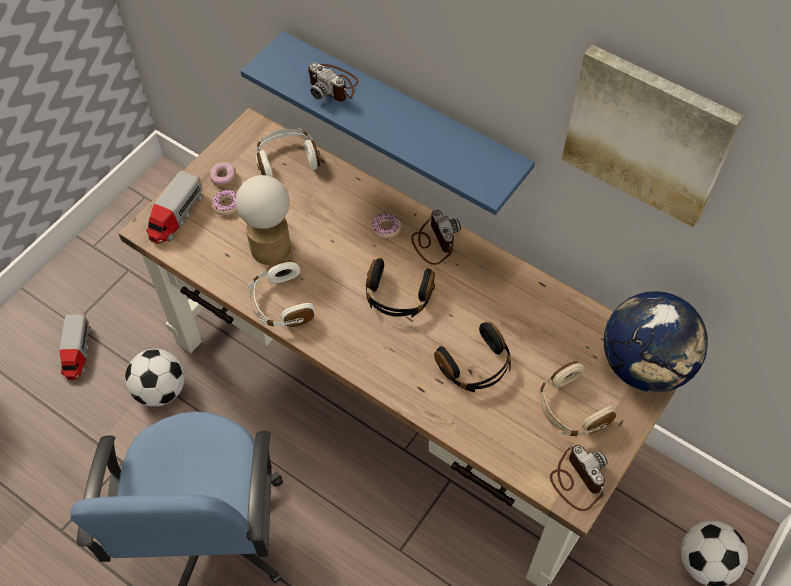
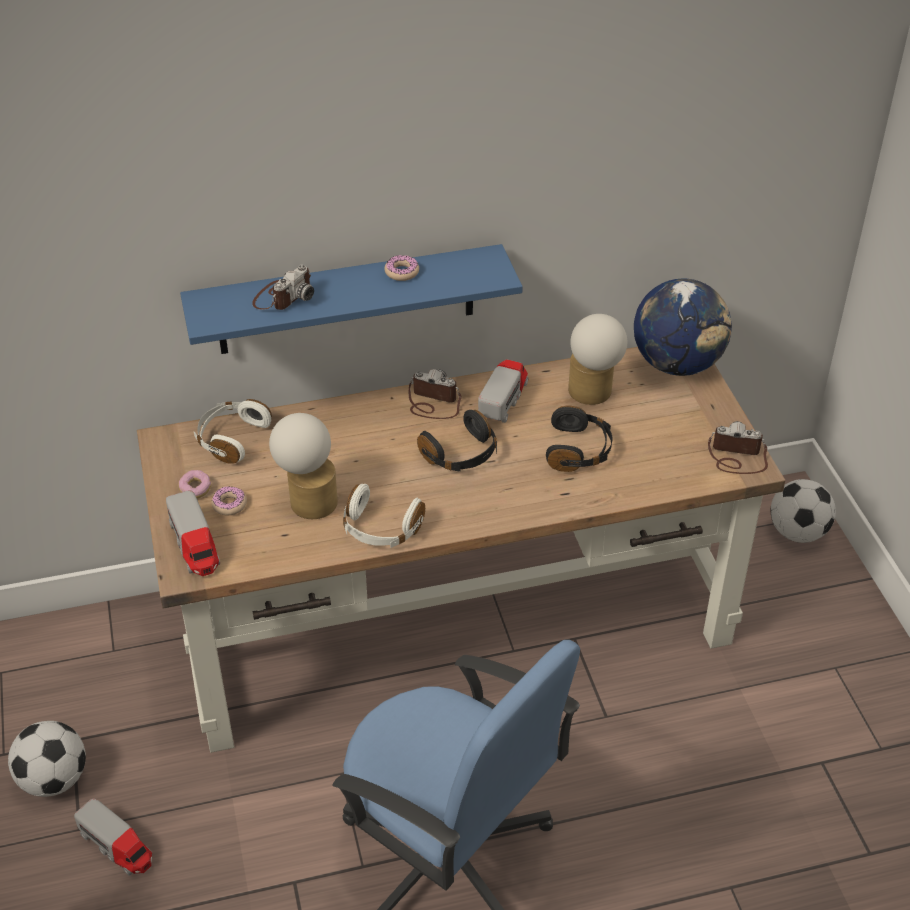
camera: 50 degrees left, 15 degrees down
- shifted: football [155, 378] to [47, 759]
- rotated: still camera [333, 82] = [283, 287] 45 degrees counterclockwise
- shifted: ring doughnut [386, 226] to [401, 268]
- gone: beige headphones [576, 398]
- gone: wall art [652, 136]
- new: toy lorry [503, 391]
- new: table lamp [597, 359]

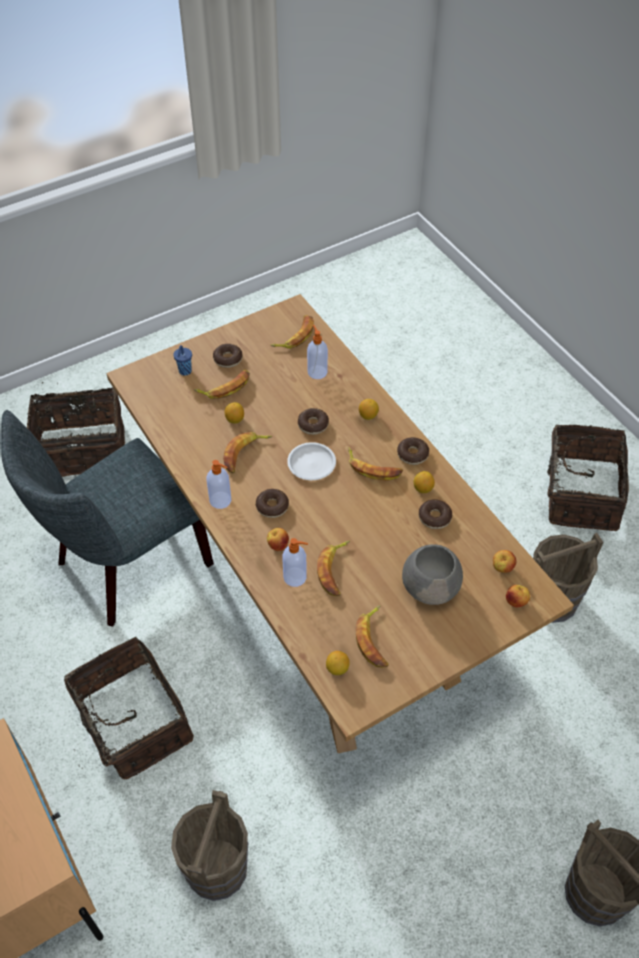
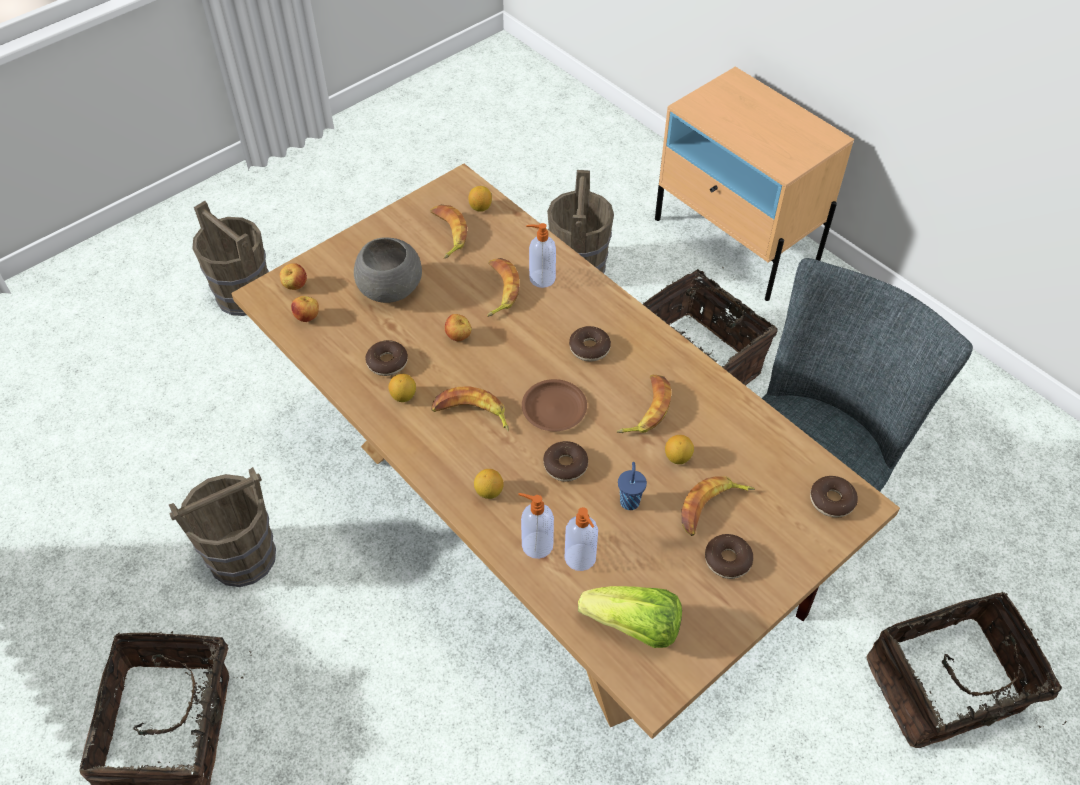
camera: 170 degrees right, 0 degrees up
- shifted: blue drinking cup [183, 360] to [632, 486]
- shifted: soap dispenser [218, 484] to [536, 526]
- shifted: whole apple [278, 539] to [458, 327]
- swapped: whole banana [292, 332] to lettuce head [630, 617]
- repainted: white plate [311, 461] to brown plate [554, 405]
- shifted: ring doughnut [413, 451] to [834, 497]

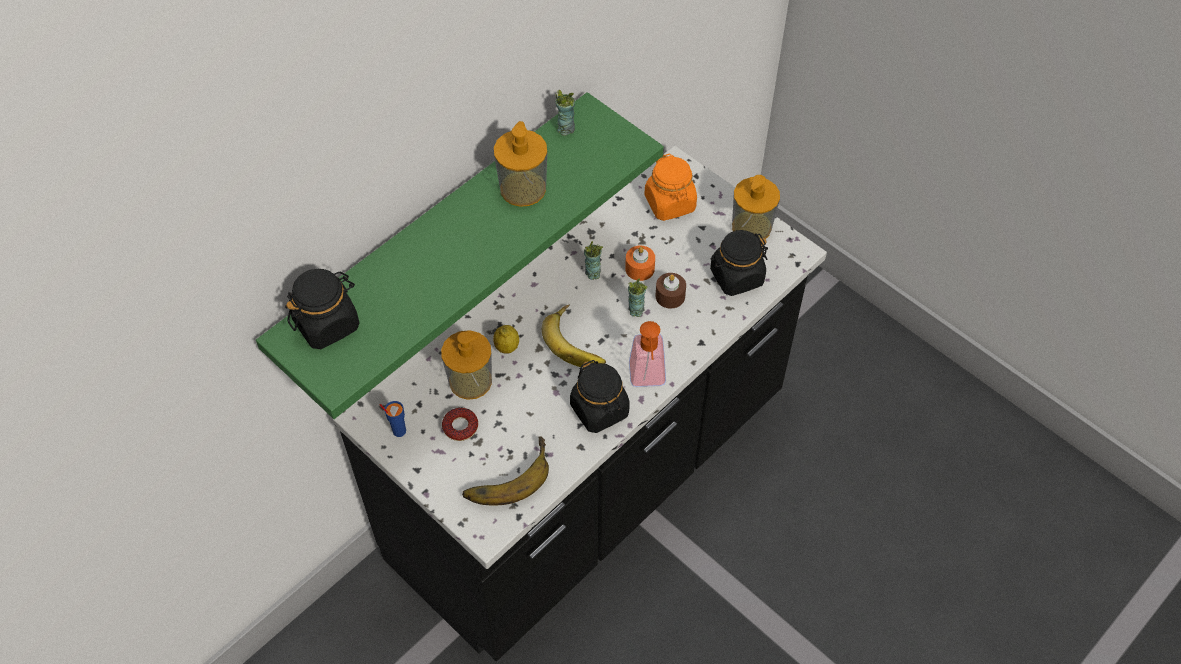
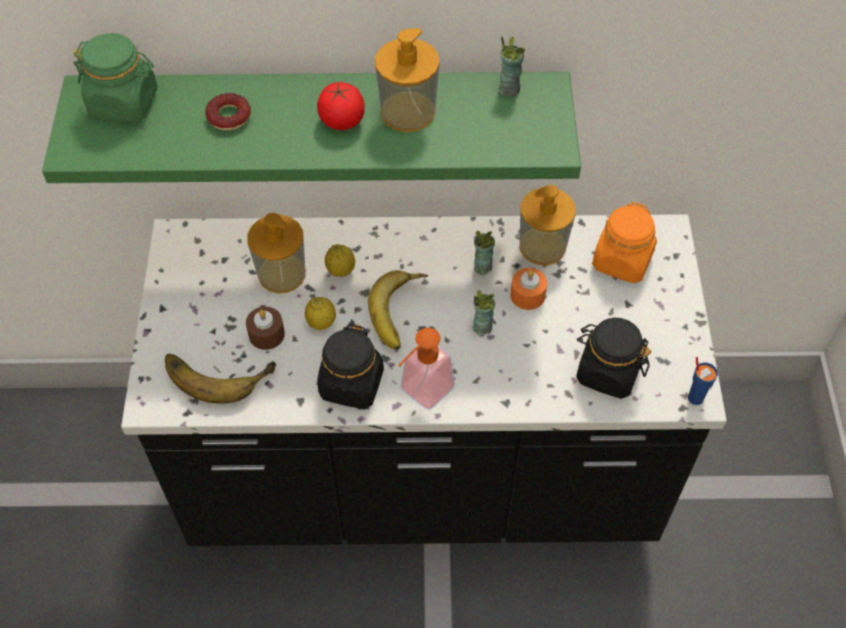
camera: 45 degrees right, 0 degrees up
- repainted: black-coloured jar [322, 309] to green jar [115, 78]
- shifted: blue drinking cup [393, 419] to [703, 381]
- shifted: ring doughnut [460, 424] to [228, 112]
- shifted: brown wax candle [671, 290] to [265, 328]
- shifted: soap dispenser [756, 207] to [547, 225]
- new: citrus fruit [320, 313]
- new: whole tomato [341, 106]

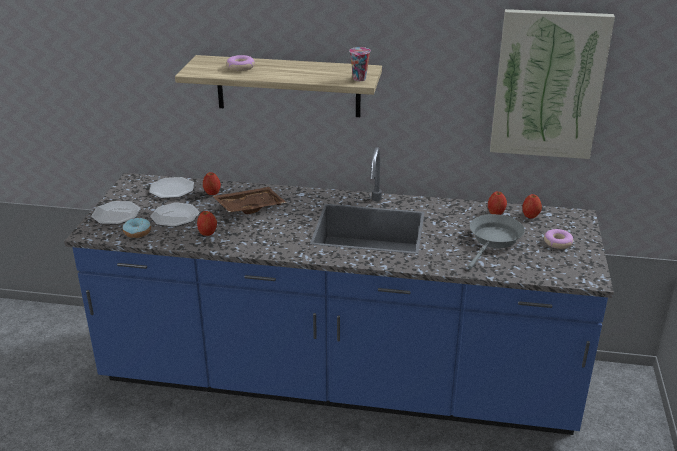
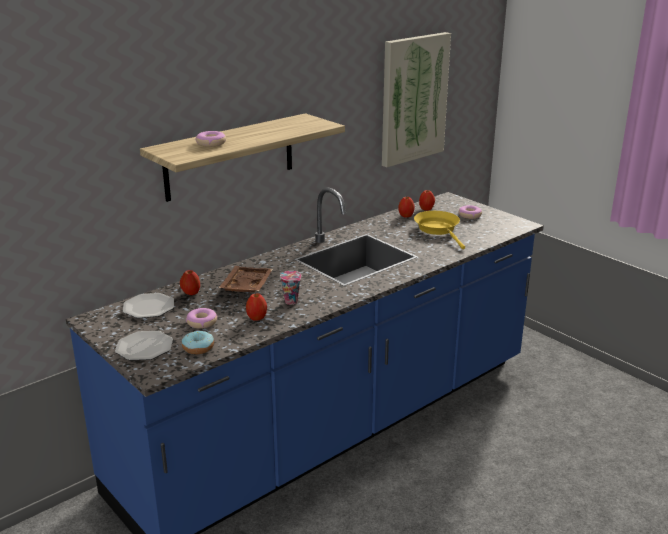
camera: 50 degrees left, 5 degrees down
- swapped: plate [174, 214] to ring doughnut [202, 318]
- shifted: drinking cup [360, 64] to [290, 288]
- repainted: gray pan [496, 241] to yellow pan [439, 230]

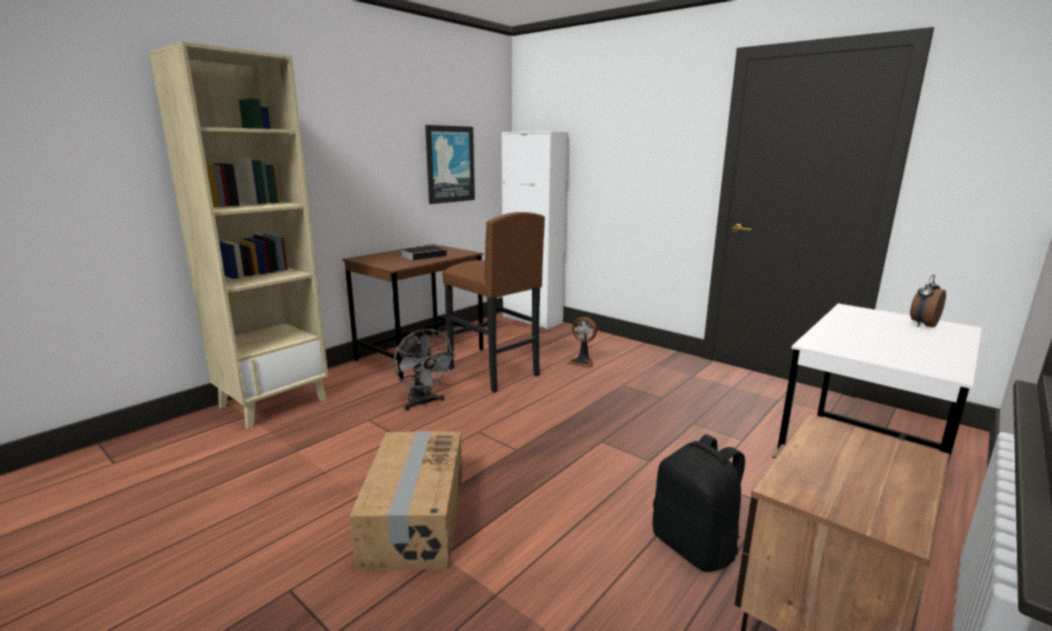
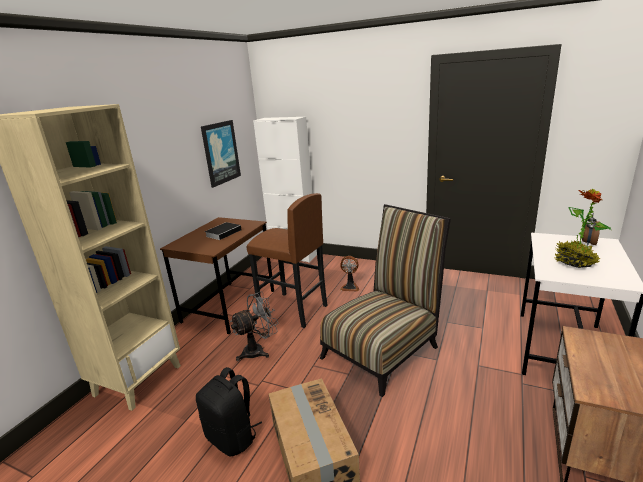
camera: 15 degrees left, 5 degrees up
- rotated: gray fan [425, 369] = [254, 326] 75 degrees counterclockwise
- shifted: black-coloured knapsack [699, 503] to [229, 411]
- new: chair [385, 300]
- new: plant in a pot [582, 228]

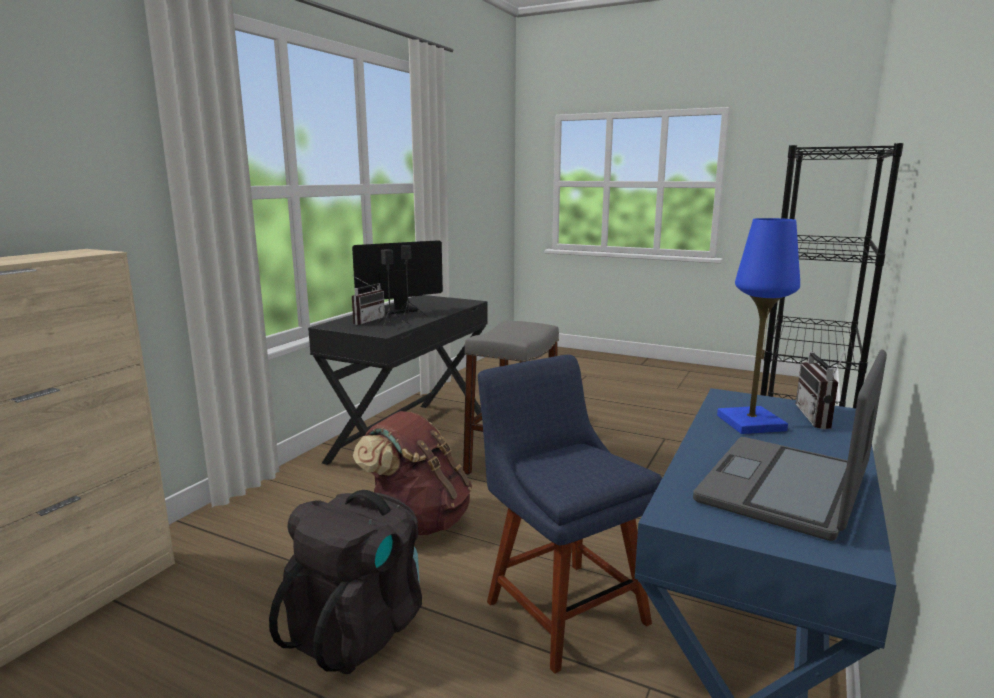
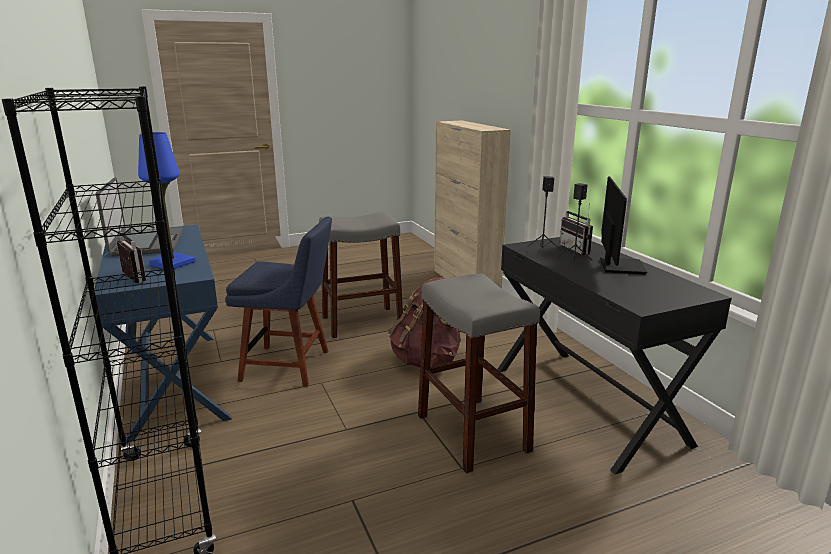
camera: 130 degrees right, 5 degrees up
- swapped: black-coloured knapsack [345, 582] to gray stool [361, 275]

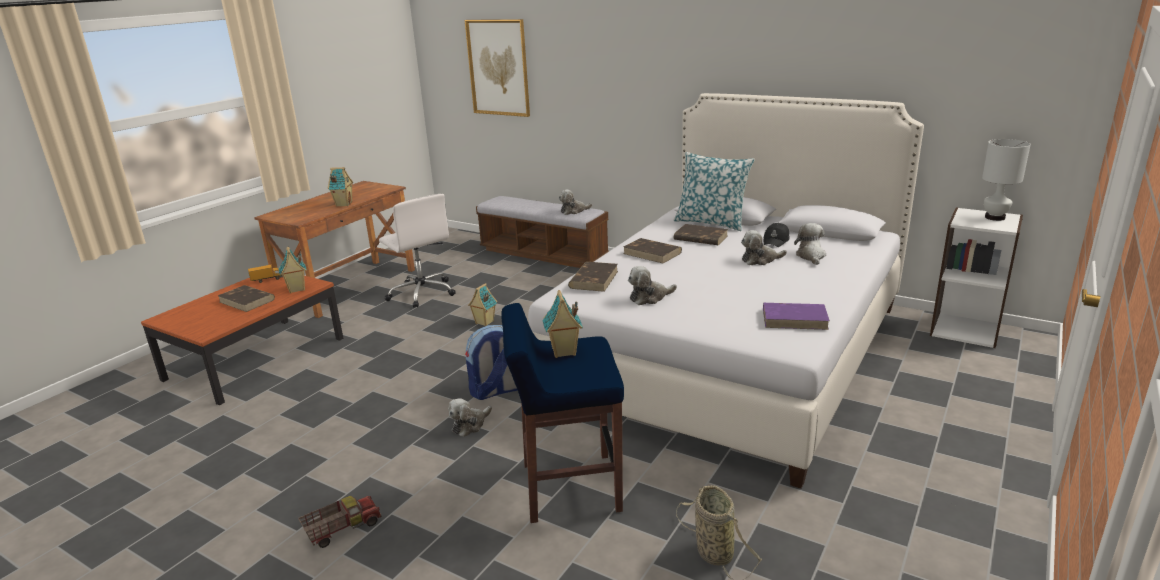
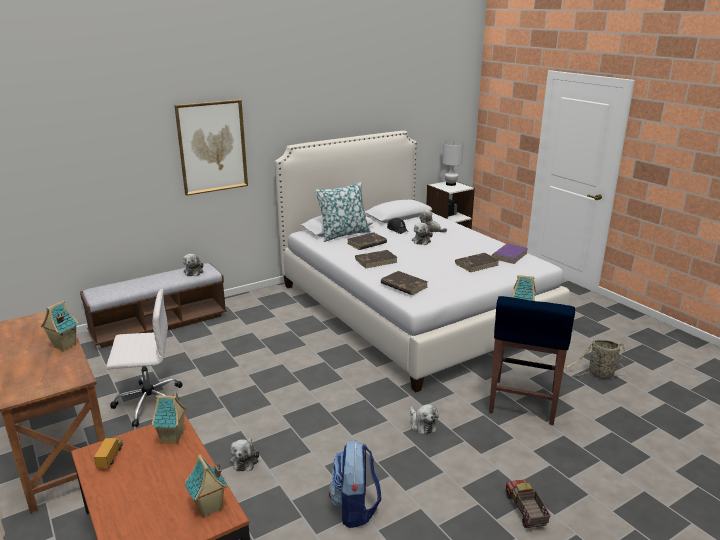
camera: 65 degrees left, 0 degrees up
- shifted: brown volume [246, 298] to [477, 262]
- shifted: wall art [497, 68] to [211, 148]
- shifted: knapsack [491, 362] to [355, 483]
- shifted: toy house [482, 304] to [206, 486]
- shifted: plush toy [652, 285] to [244, 454]

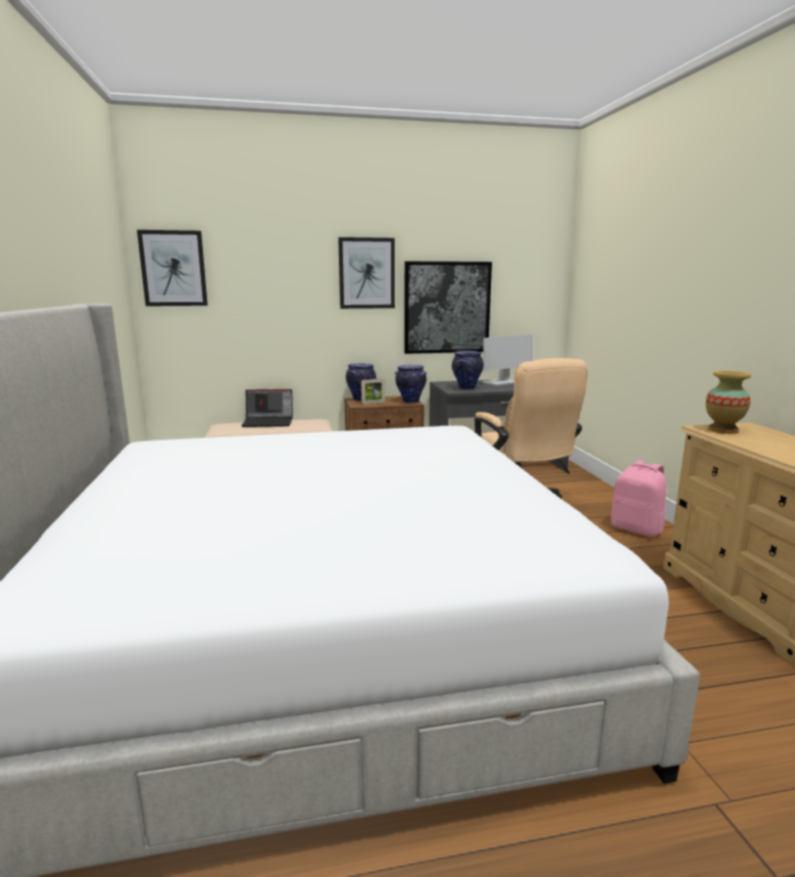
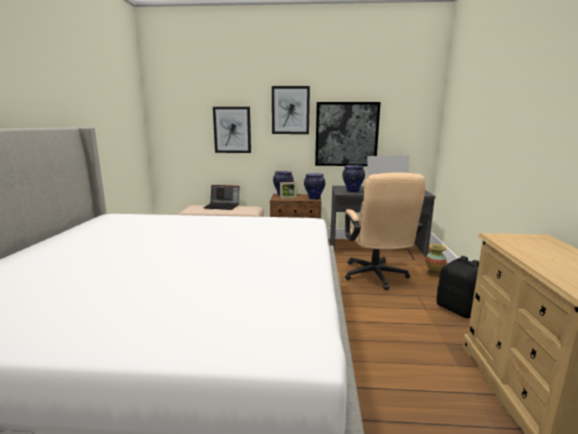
camera: 15 degrees right, 0 degrees up
- shifted: wall art [172, 268] to [232, 130]
- repainted: pink knapsack [638, 498] to black-coloured knapsack [458, 287]
- shifted: vase [728, 402] to [435, 260]

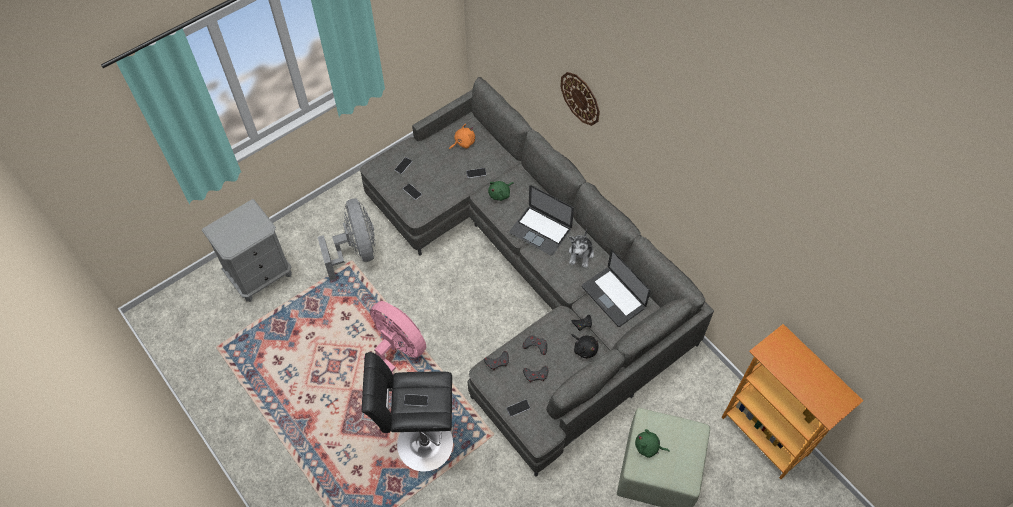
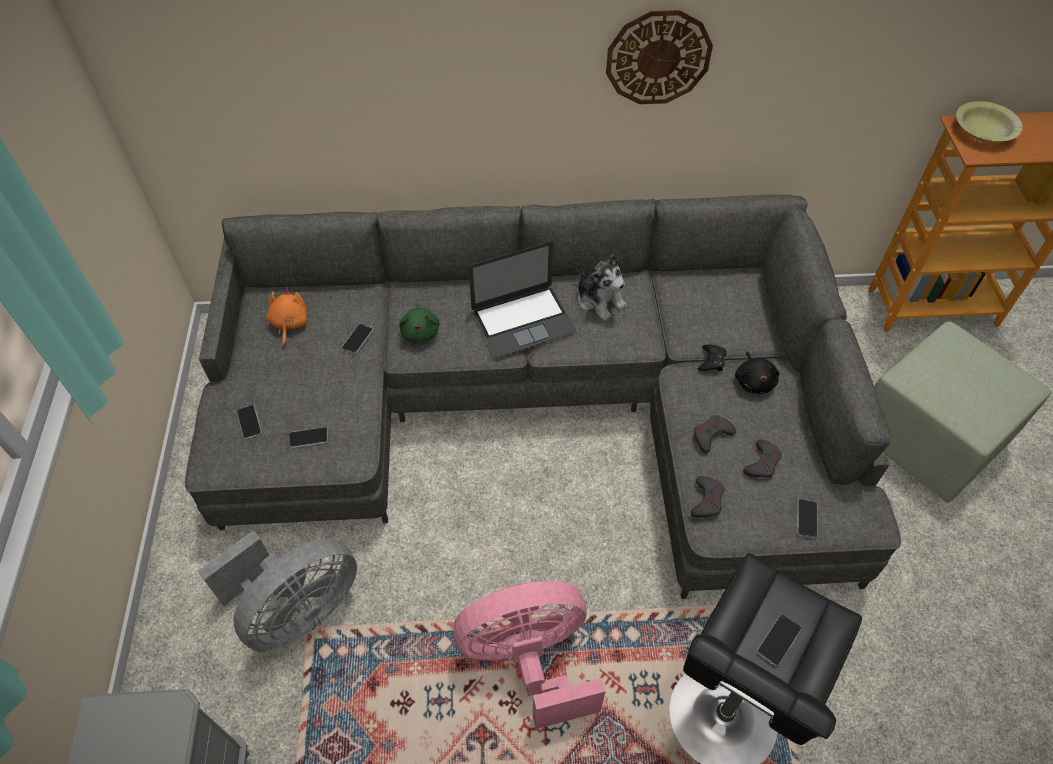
camera: 55 degrees left, 5 degrees down
- rotated: gray fan [347, 239] = [277, 591] 120 degrees clockwise
- shifted: wall clock [580, 99] to [659, 57]
- rotated: black-coloured plush toy [585, 346] = [757, 373] 90 degrees clockwise
- gone: laptop [616, 288]
- gone: green plush toy [652, 443]
- new: yellow bowl [989, 121]

